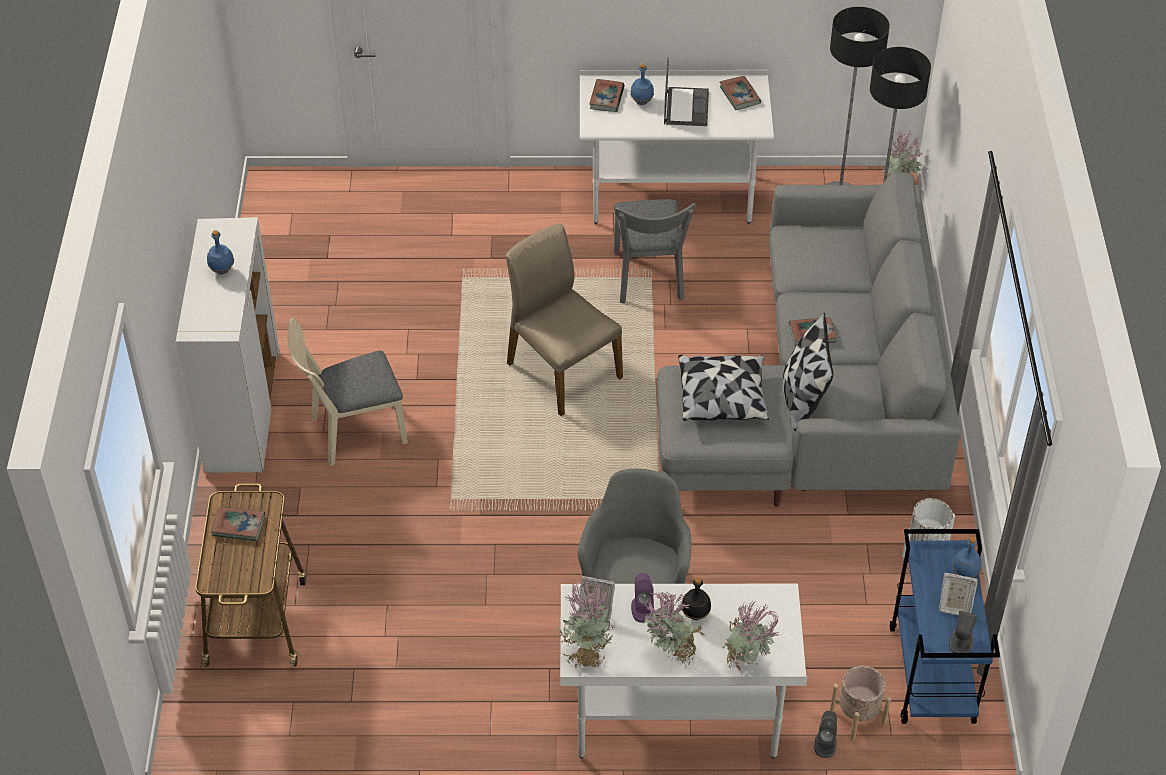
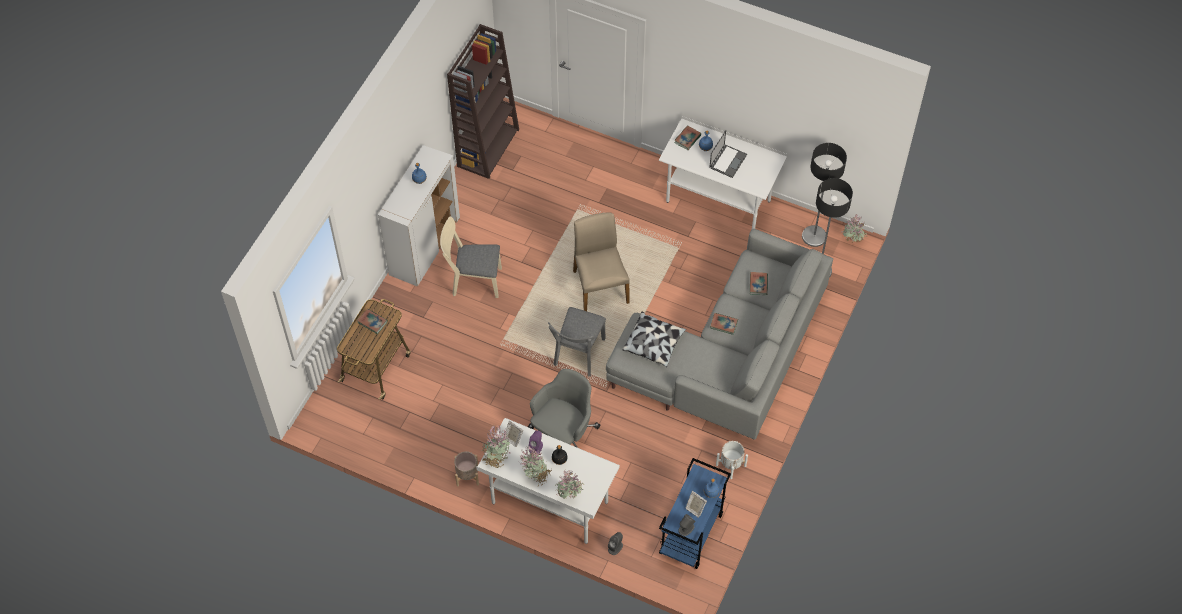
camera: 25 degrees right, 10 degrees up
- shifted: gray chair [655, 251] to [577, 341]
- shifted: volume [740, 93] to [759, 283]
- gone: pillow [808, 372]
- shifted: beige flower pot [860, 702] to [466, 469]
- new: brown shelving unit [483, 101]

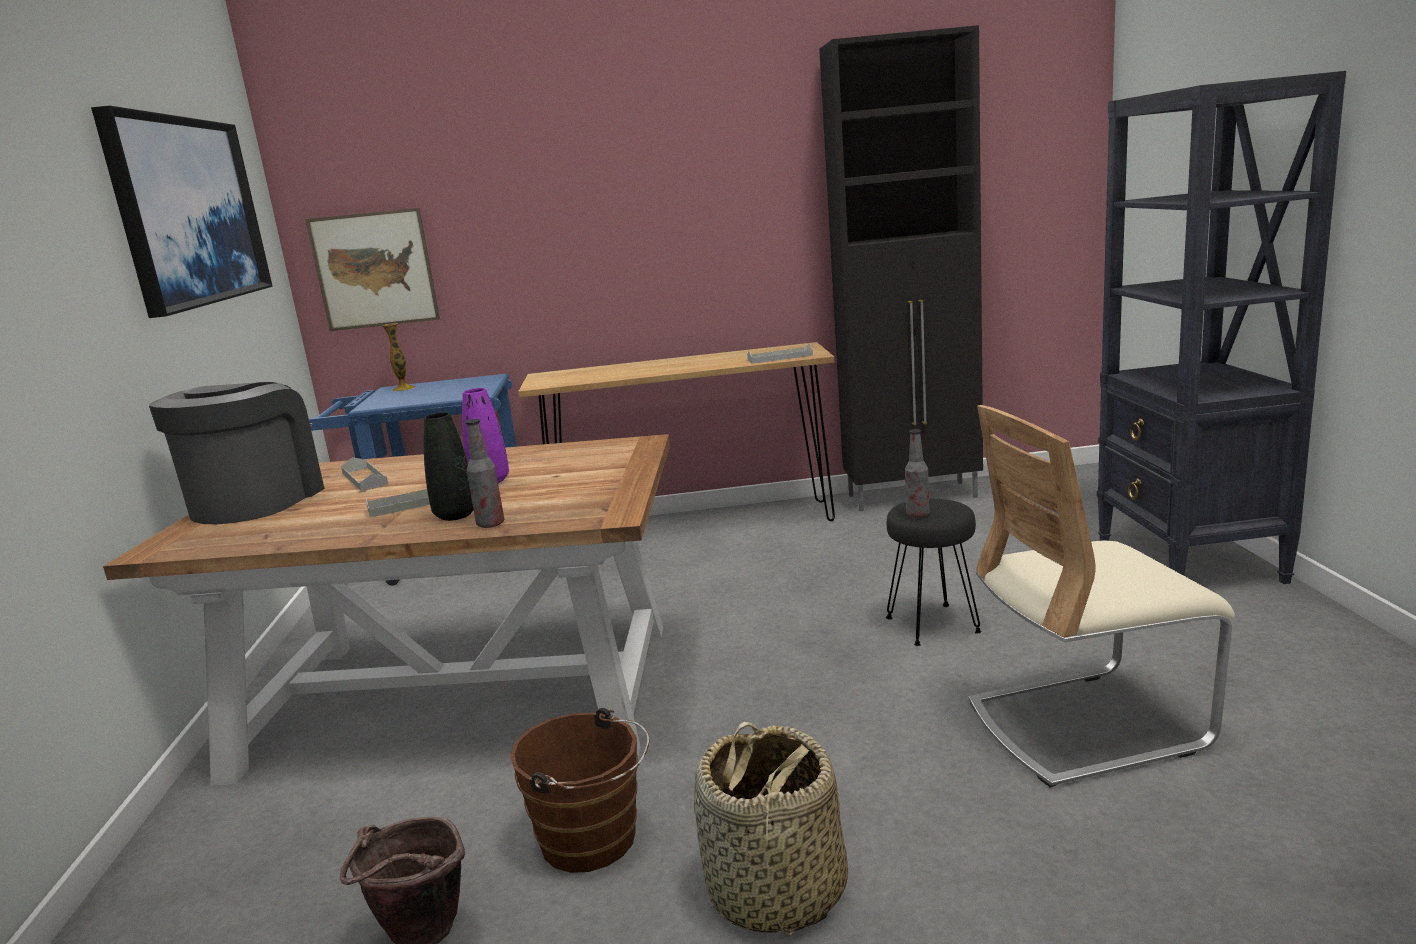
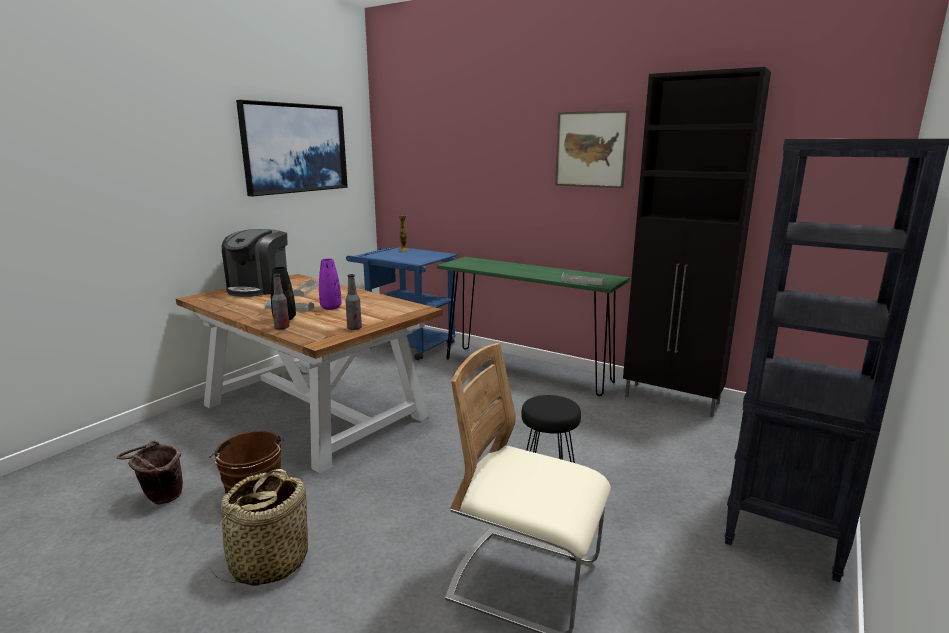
camera: 35 degrees right, 0 degrees up
- rotated: coffee brewer [237, 453] = [255, 263] 150 degrees clockwise
- shifted: wall art [372, 269] to [592, 149]
- repainted: brown console table [676, 431] to green console table [533, 326]
- shifted: bottle [917, 473] to [353, 302]

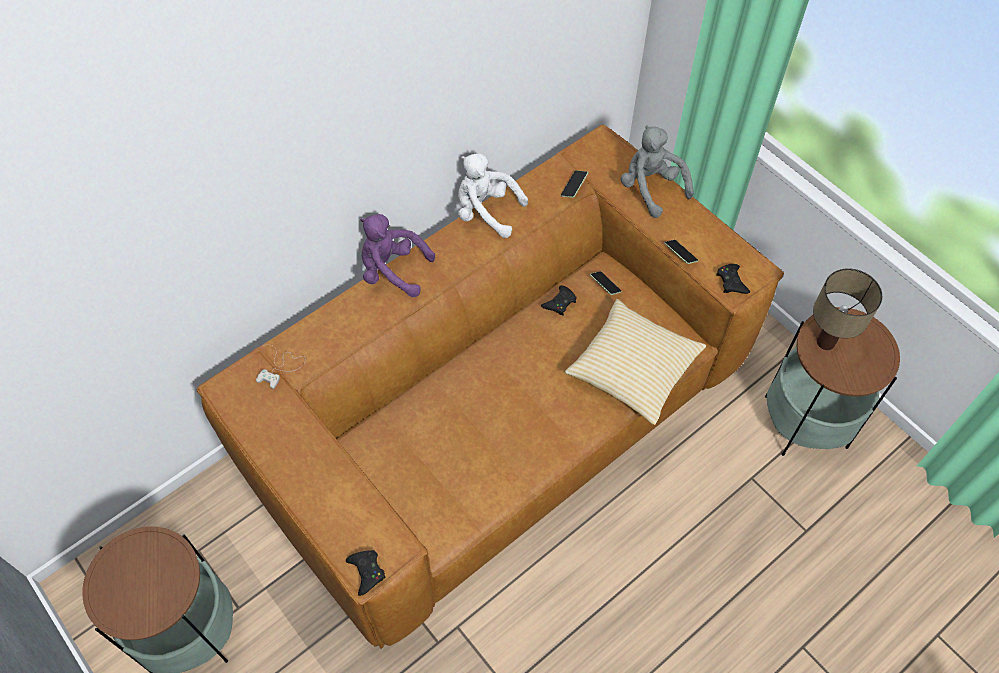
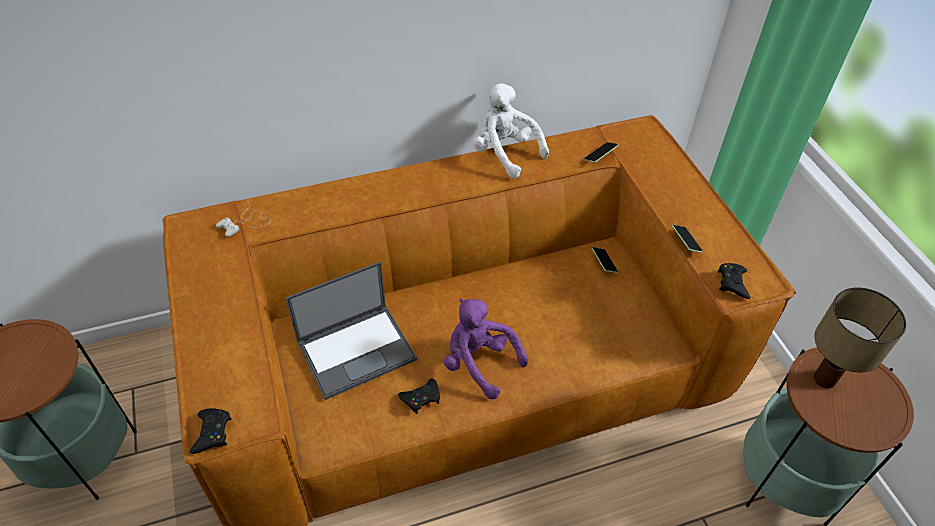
camera: 20 degrees right, 10 degrees down
- shifted: purplish plush toy [397, 256] to [486, 349]
- shifted: black-coloured gamepad [559, 300] to [419, 396]
- gone: pillow [635, 362]
- gone: gray plush toy [657, 171]
- new: laptop [351, 330]

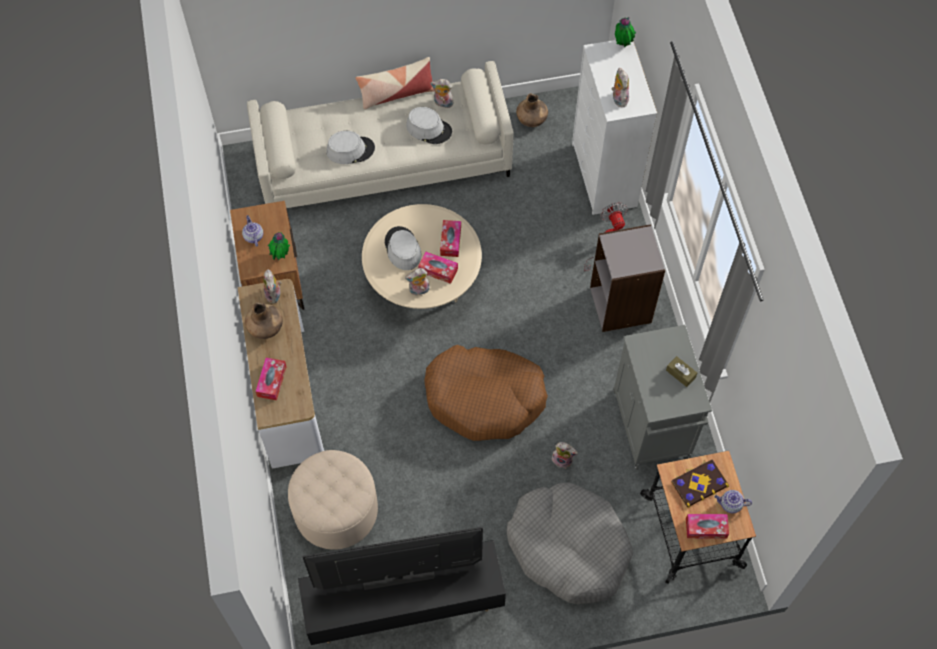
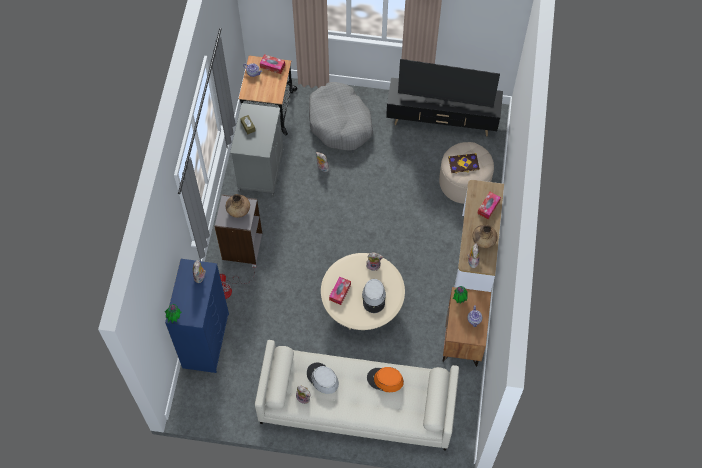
camera: 160 degrees left, 0 degrees up
- repainted: gray wearable hat [350, 147] to orange-coloured wearable hat [385, 379]
- gone: pillow [395, 83]
- gone: tissue holder [438, 268]
- gone: brown dog bed [486, 393]
- shifted: brown vase [532, 110] to [238, 206]
- repainted: white chest of drawers [614, 127] to blue chest of drawers [197, 316]
- shifted: volume [700, 484] to [464, 163]

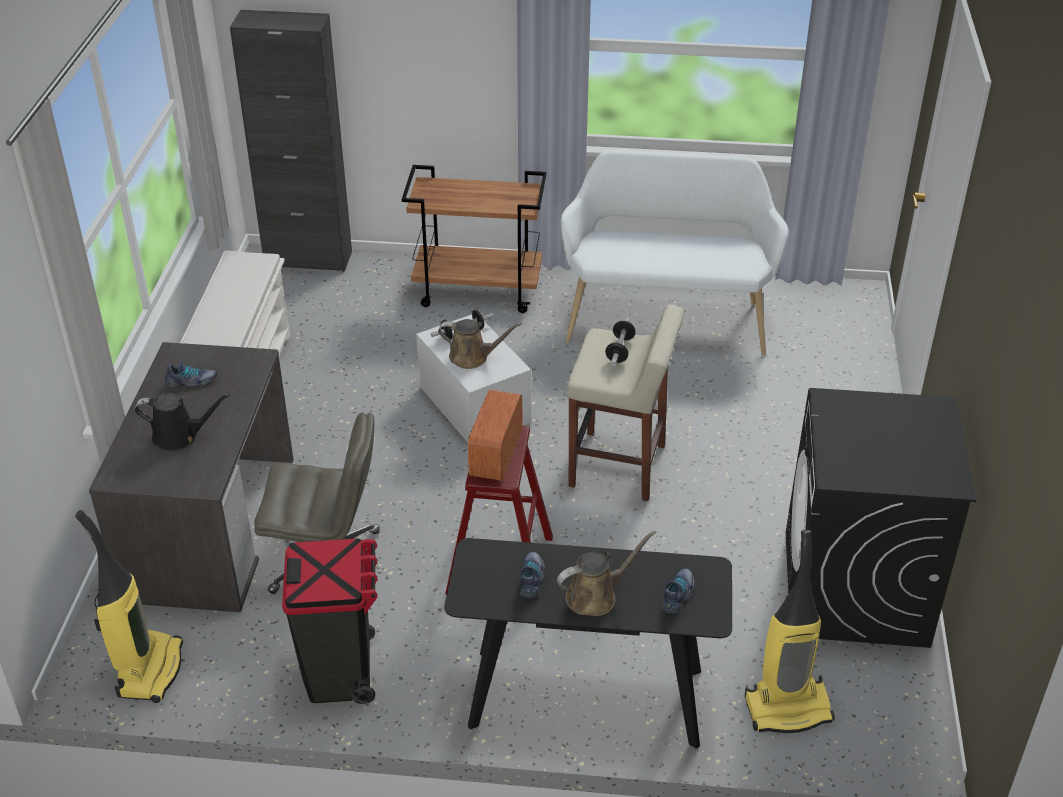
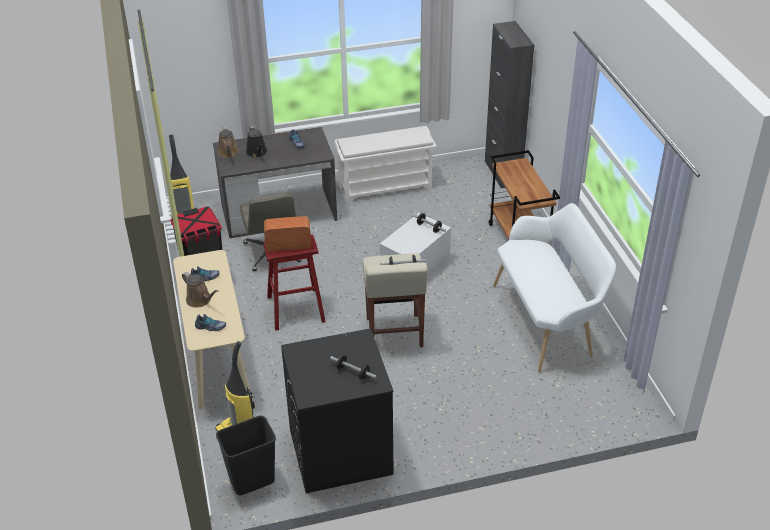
camera: 70 degrees right, 0 degrees up
- shifted: brown watering can [480, 344] to [228, 142]
- repainted: black-coloured console table [588, 643] to beige console table [212, 329]
- new: black-coloured trash can [246, 455]
- new: dumbbell [353, 367]

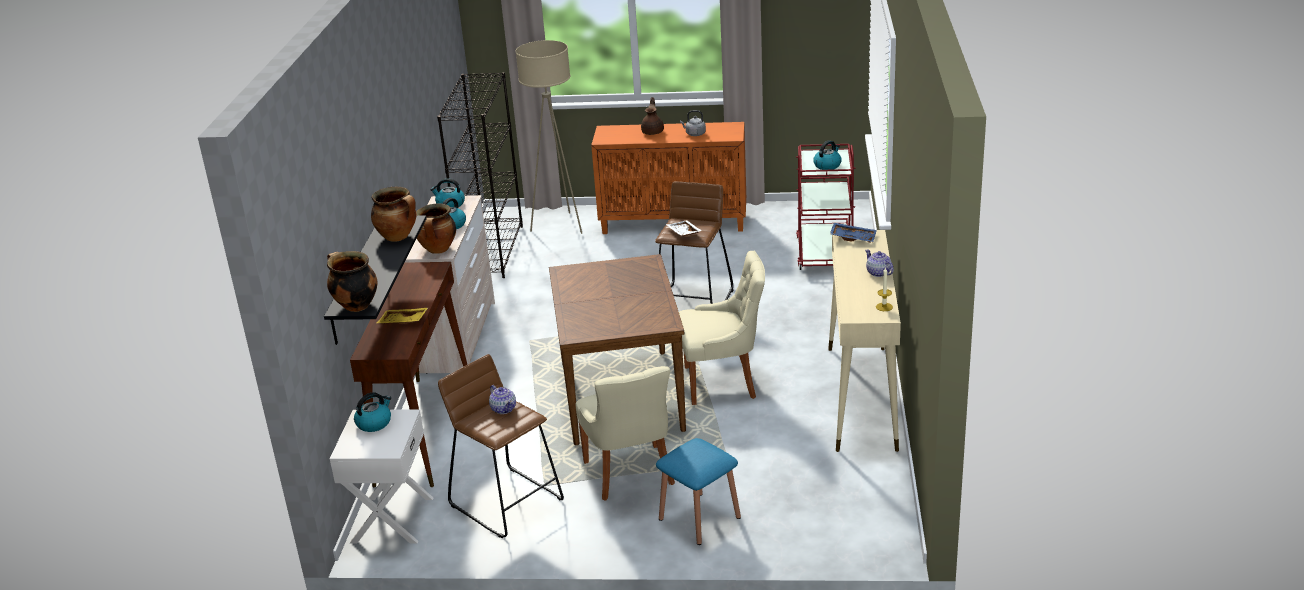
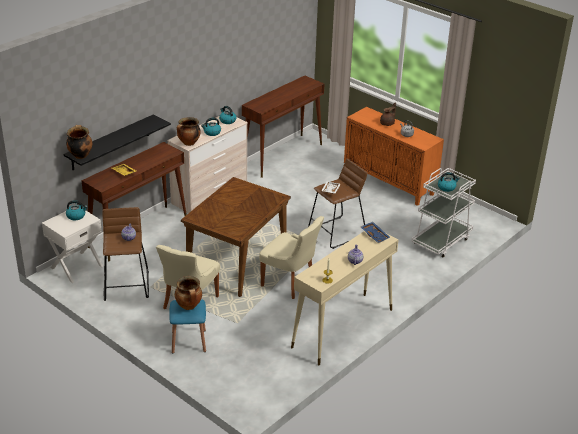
camera: 35 degrees right, 5 degrees up
- shifted: cooking pot [393, 214] to [188, 293]
- swapped: black-coloured shelving unit [480, 175] to brown console table [283, 127]
- gone: beige floor lamp [548, 137]
- repainted: red-coloured cart [825, 207] to white cart [443, 213]

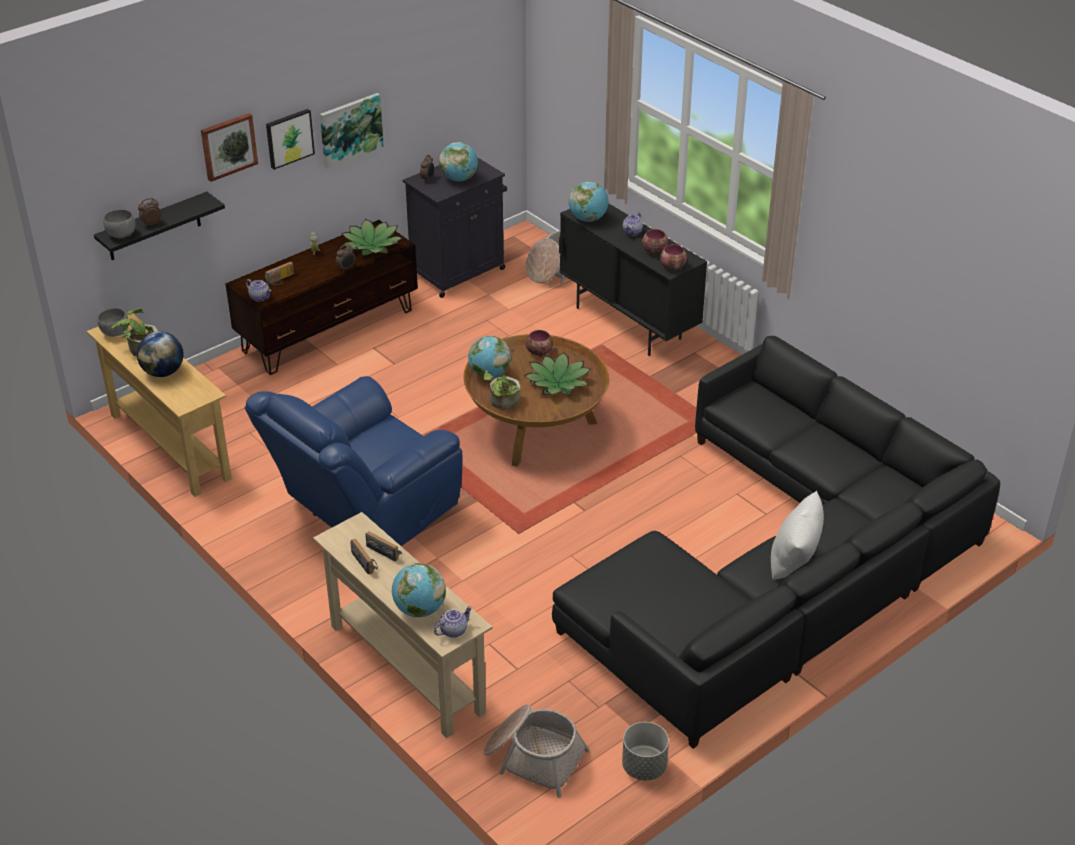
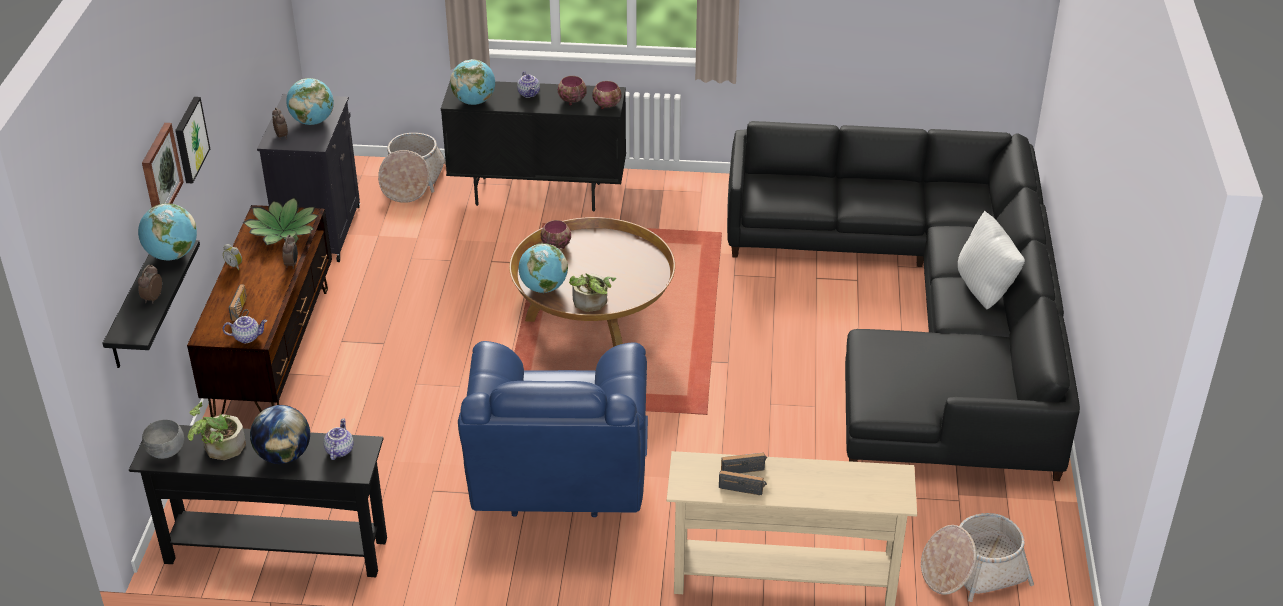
camera: 45 degrees left, 0 degrees up
- repainted: beige console table [159, 405] to black-coloured console table [258, 500]
- gone: gray bowl [119, 224]
- gone: wall art [352, 131]
- shifted: globe [419, 590] to [167, 231]
- shifted: tea pot [453, 622] to [338, 439]
- gone: plant in a pot [557, 374]
- gone: gray flower pot [645, 751]

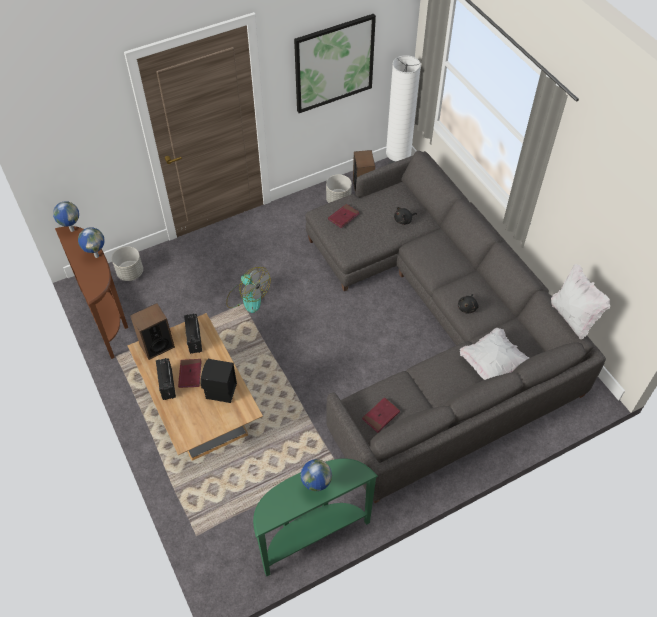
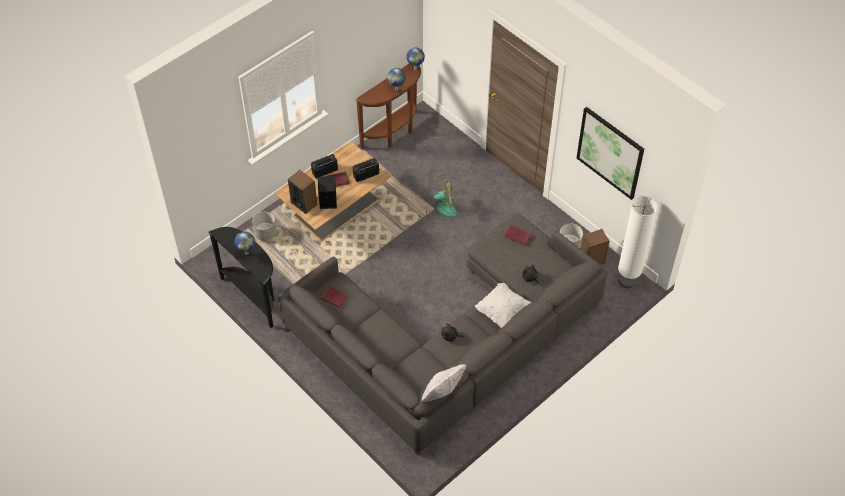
camera: 75 degrees right, 0 degrees up
- shifted: gray flower pot [127, 263] to [264, 226]
- shifted: speaker [152, 331] to [302, 192]
- rotated: fan [248, 290] = [441, 201] 120 degrees counterclockwise
- repainted: green console table [315, 517] to black-coloured console table [241, 277]
- shifted: white pillow [494, 354] to [503, 305]

